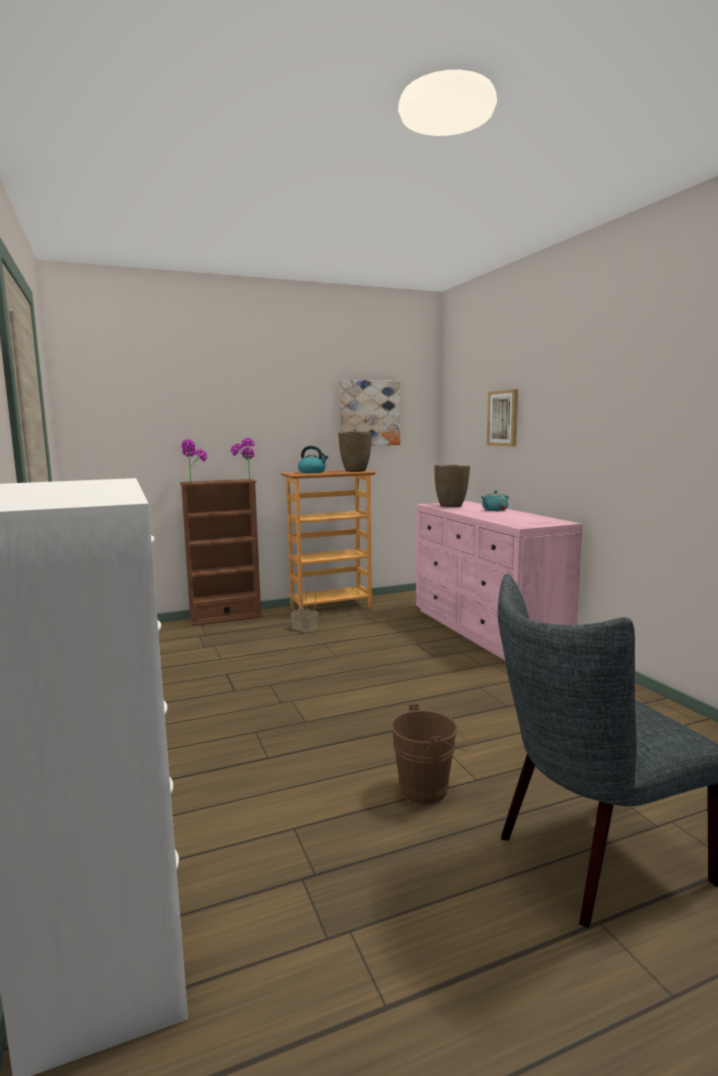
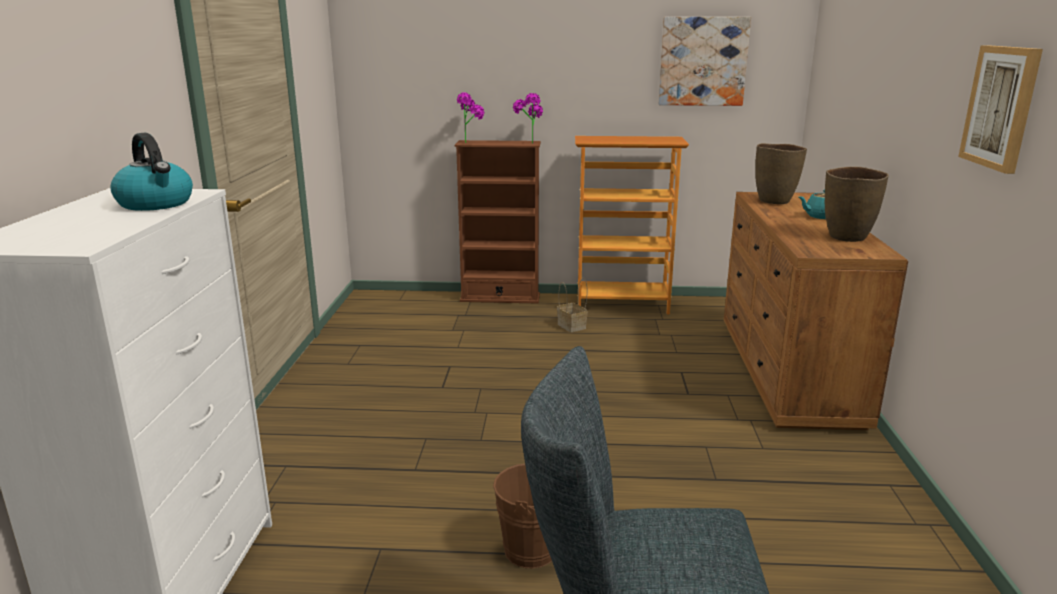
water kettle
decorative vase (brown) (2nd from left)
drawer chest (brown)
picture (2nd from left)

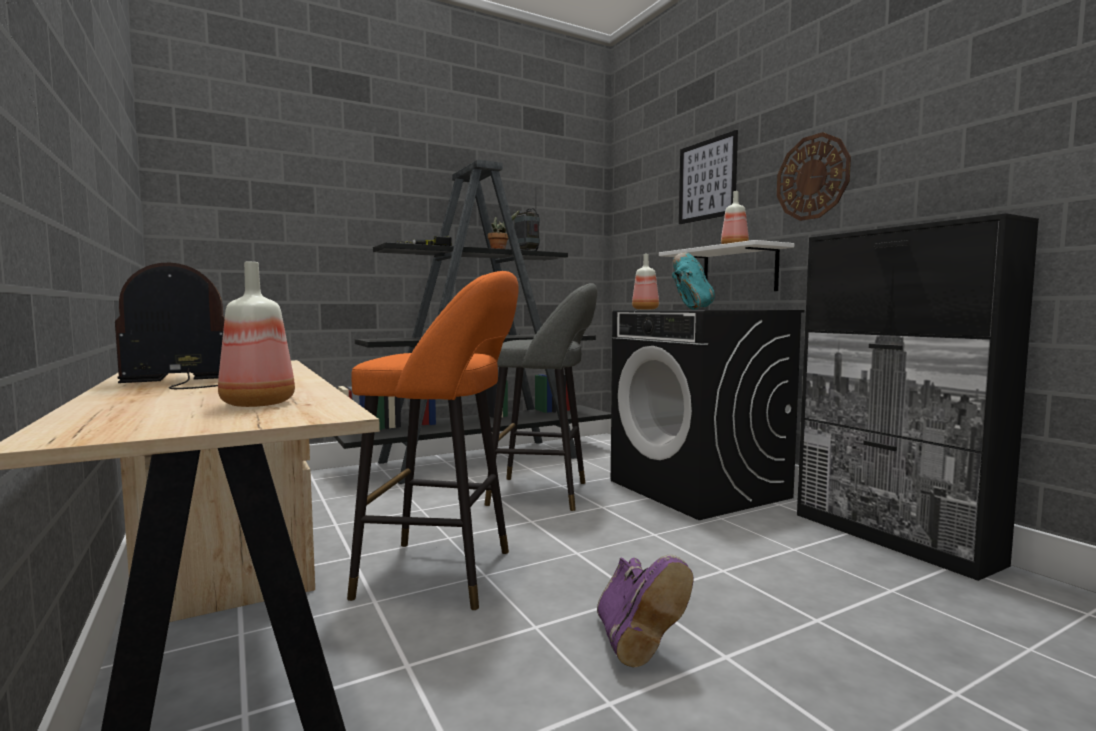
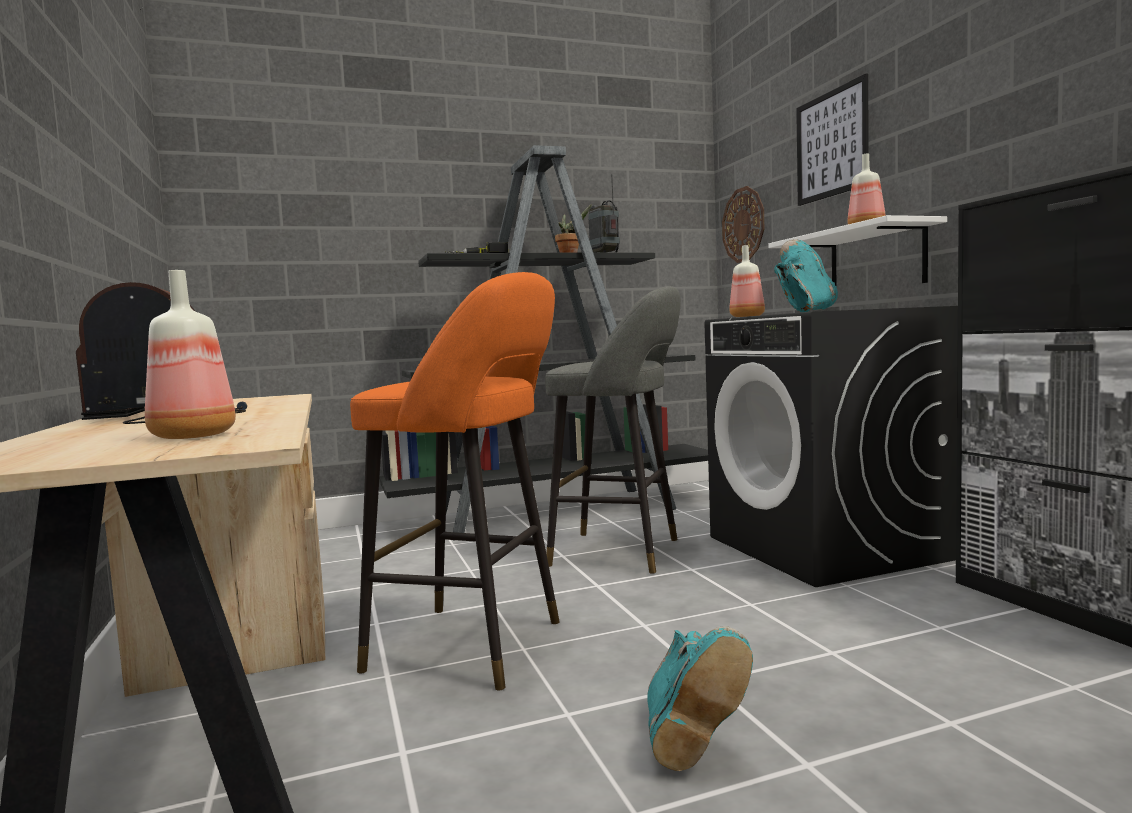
boot (blue-green) (1st from left)
wall clock

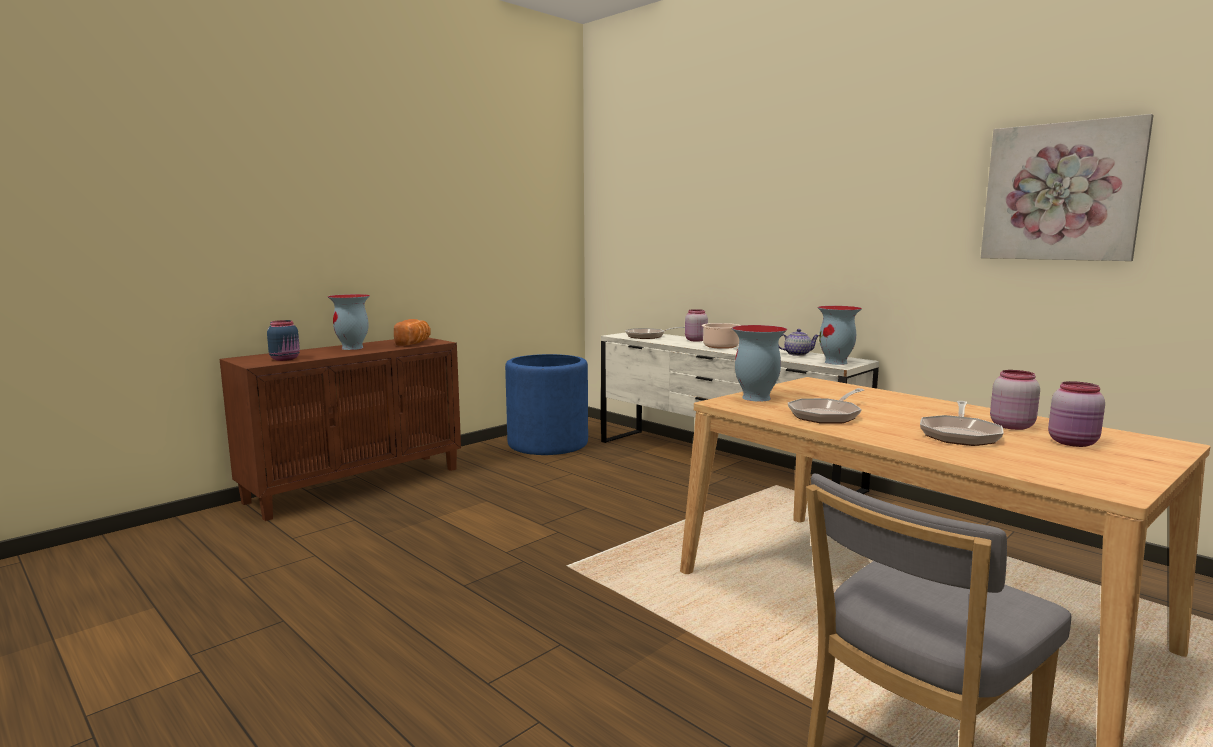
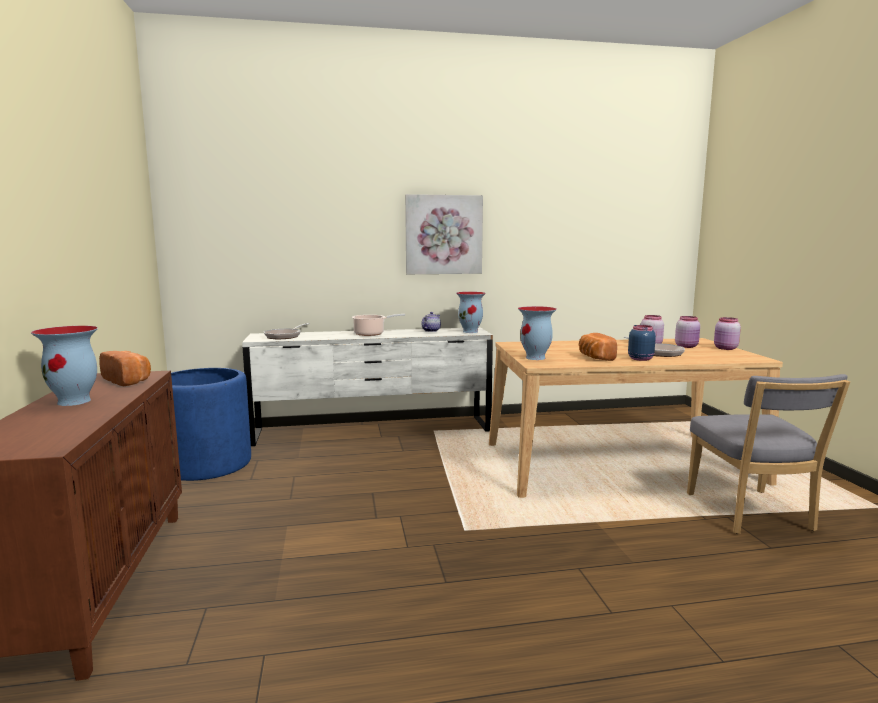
storage jar (blue)
storage jar (pink) (3rd from left)
bread (2nd from left)
picture

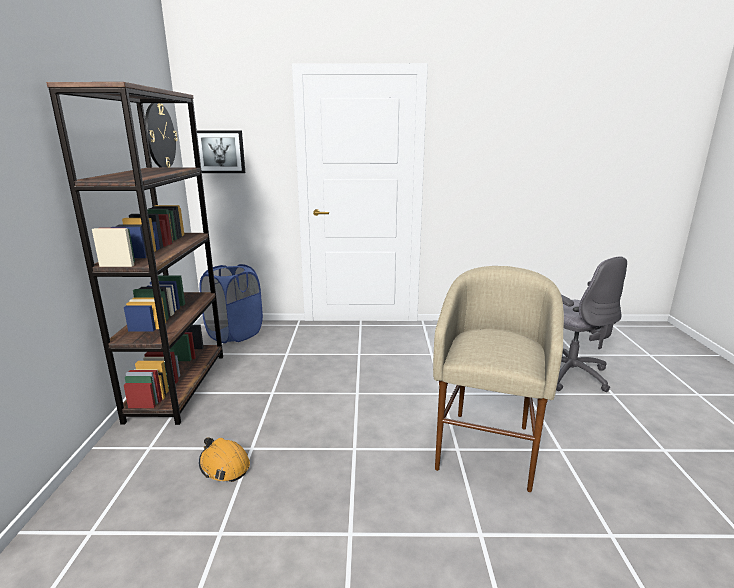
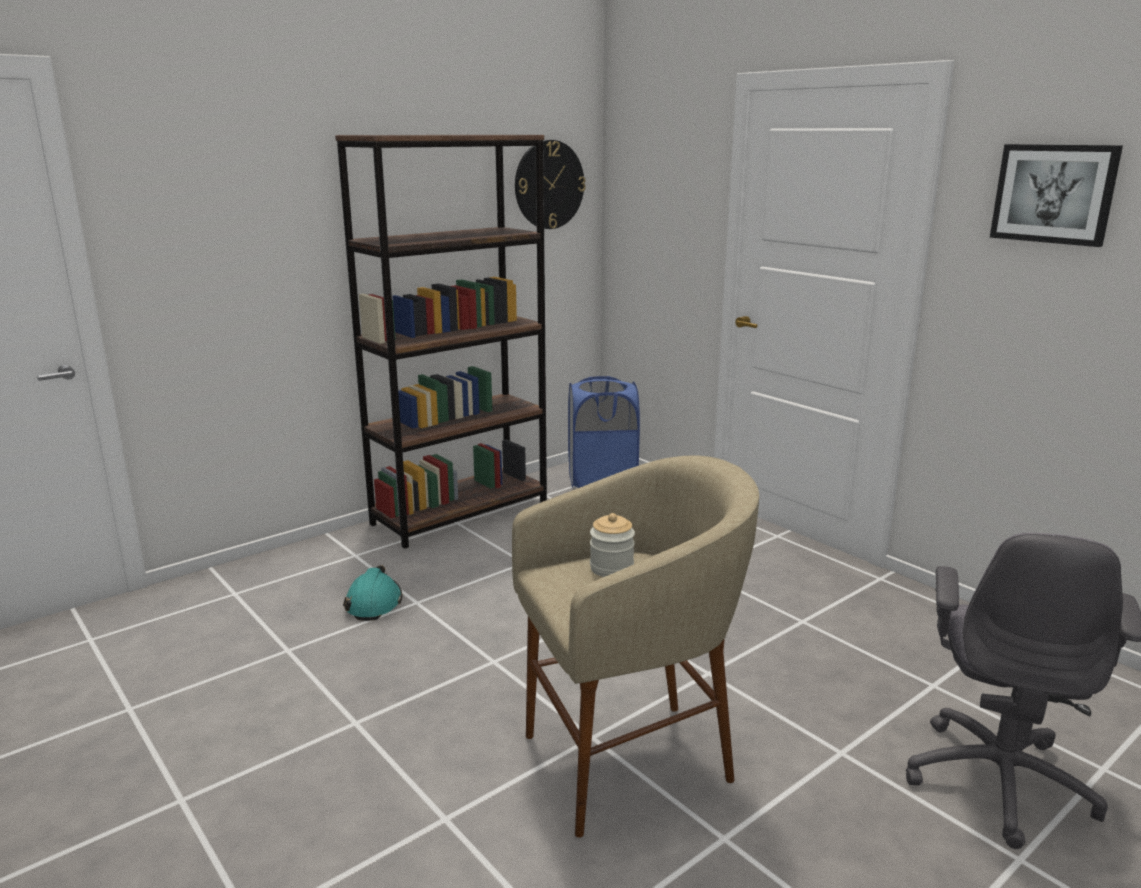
picture
hard hat (blue-green)
storage jar

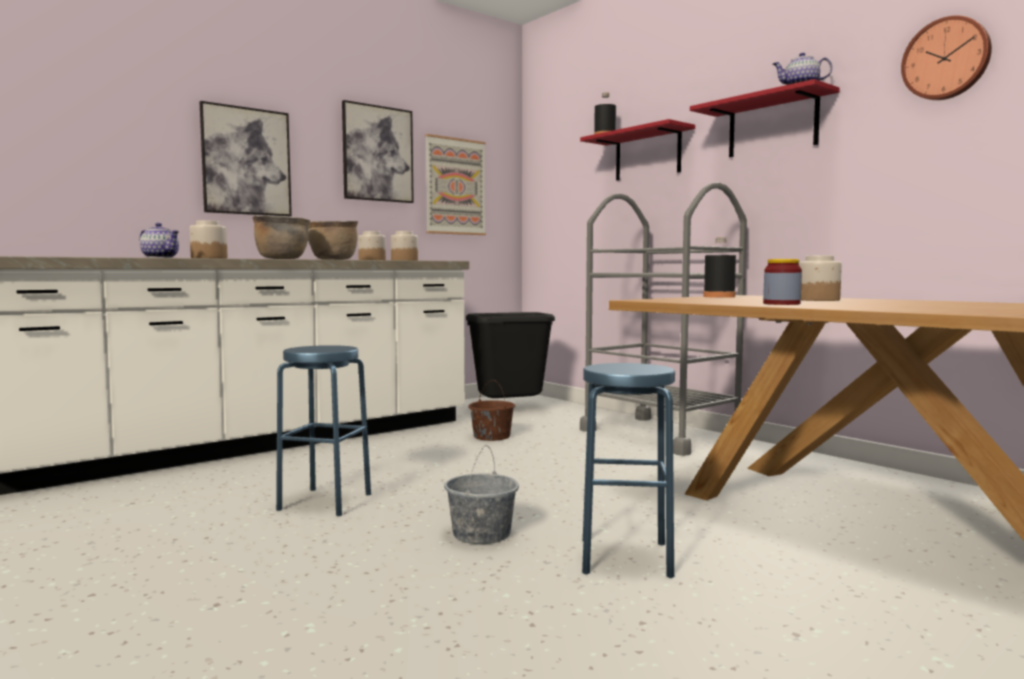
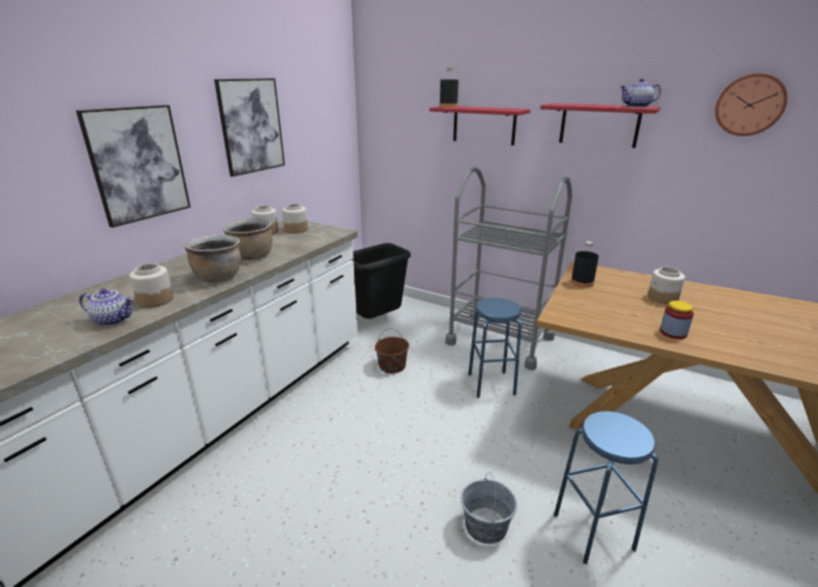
stool seat (blue) (1st from left)
picture (3rd from left in the first image)

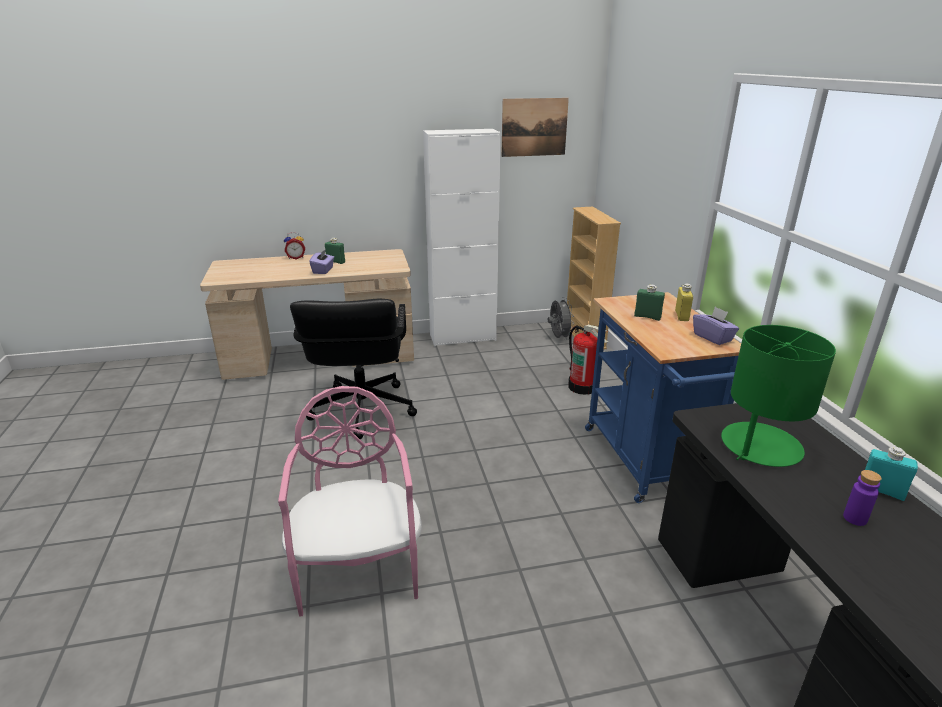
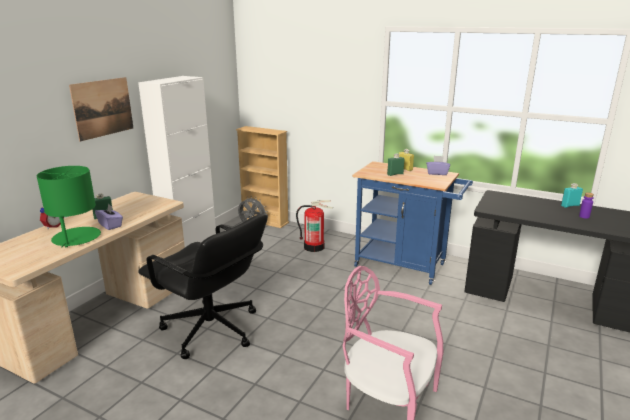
picture
lamp for a table (green)

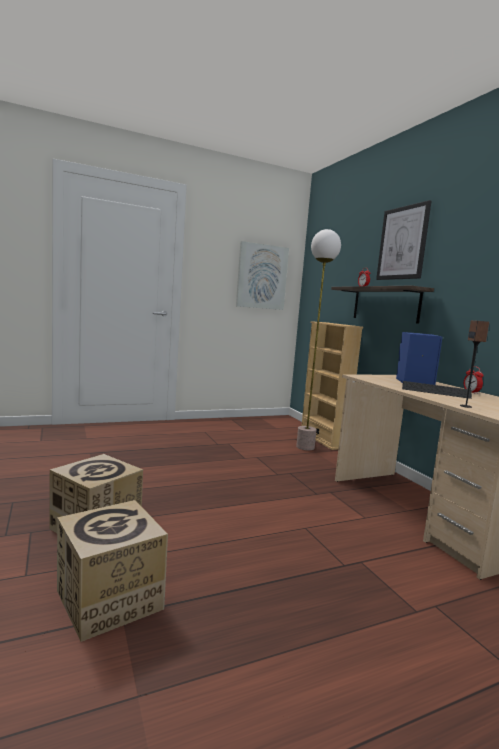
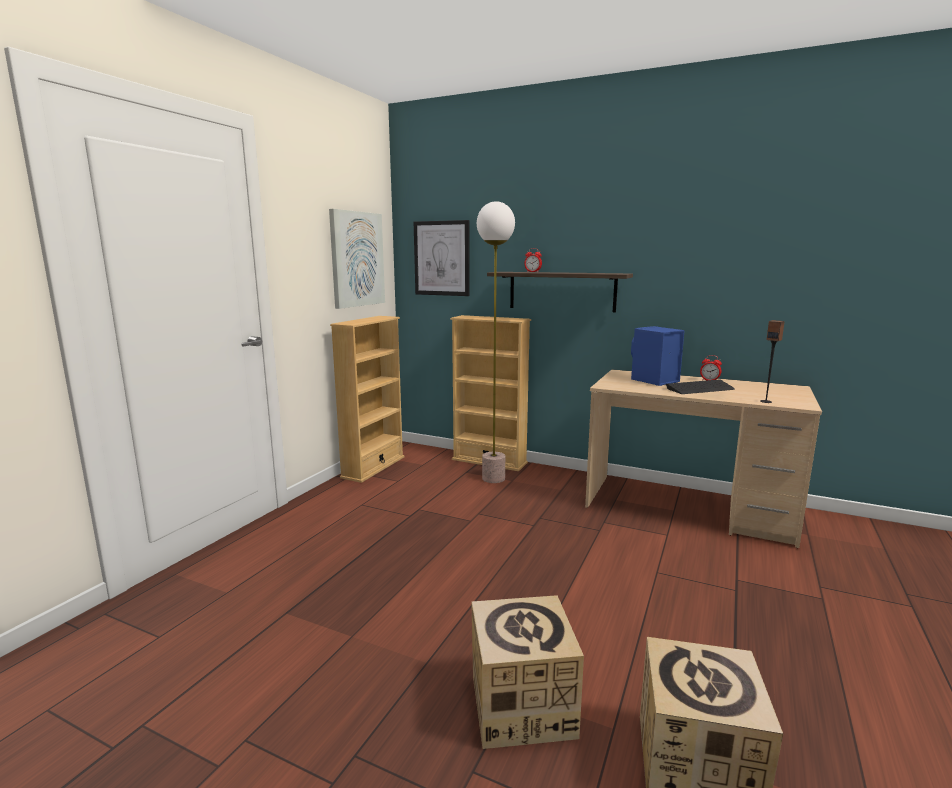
picture (2nd from left)
bookshelf (beige) (1st from left)

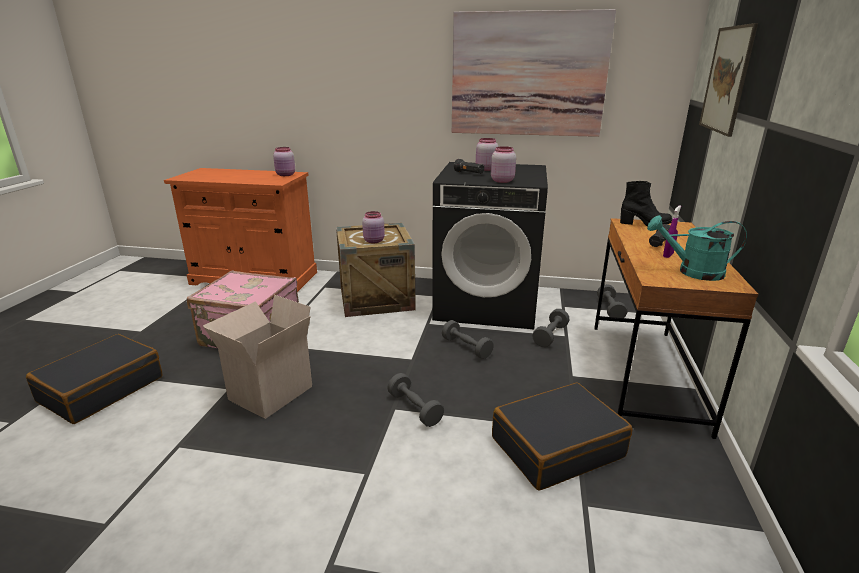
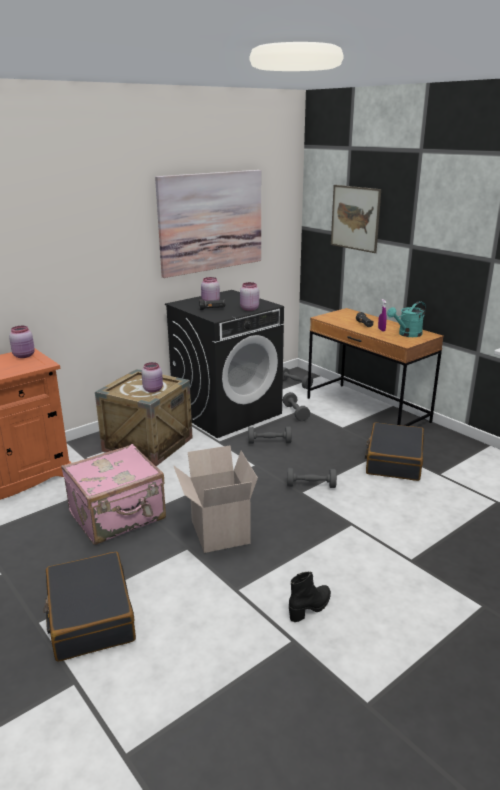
boot (black-coloured)

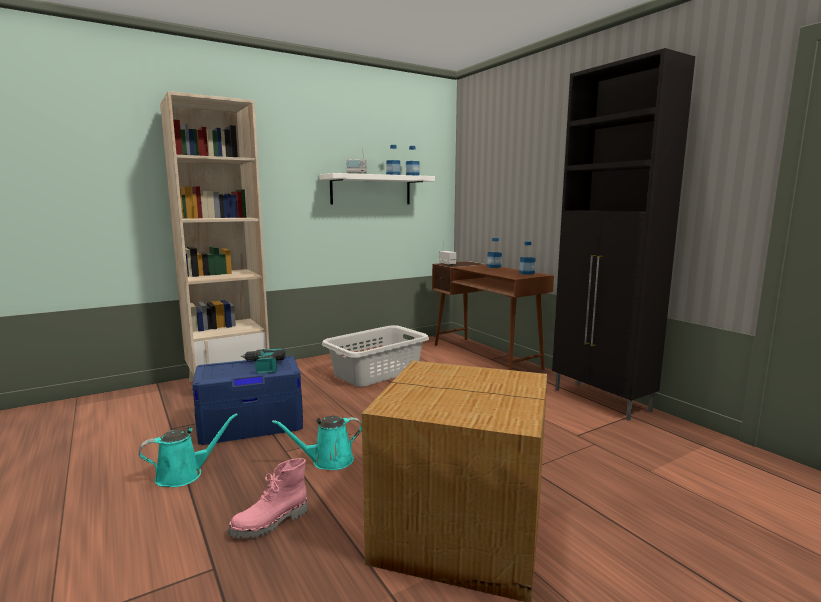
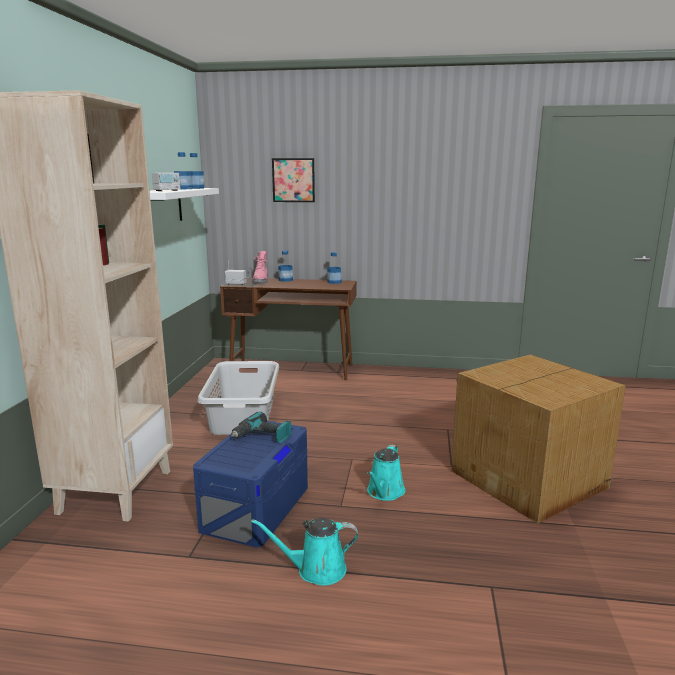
sprinkling can (blue-green) (1st from left)
boot (pink)
cabinet (black-coloured)
picture

